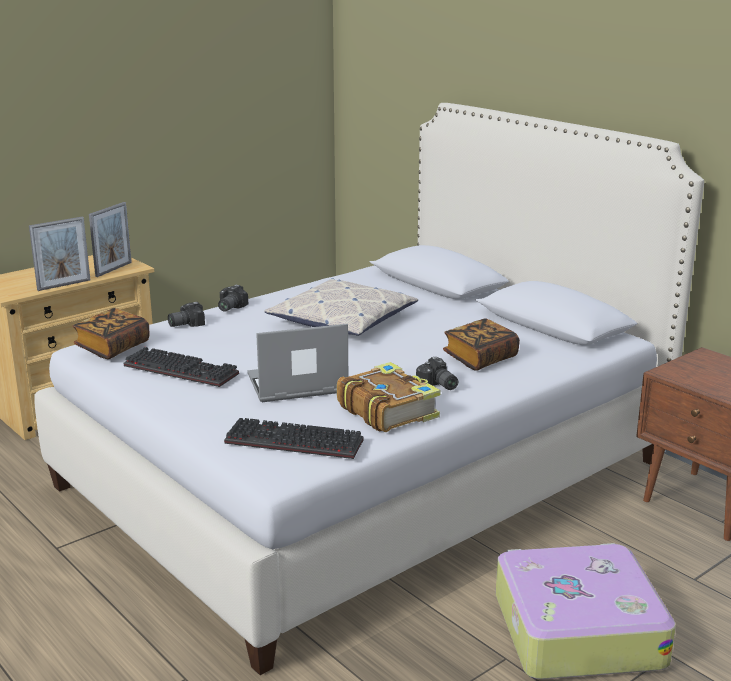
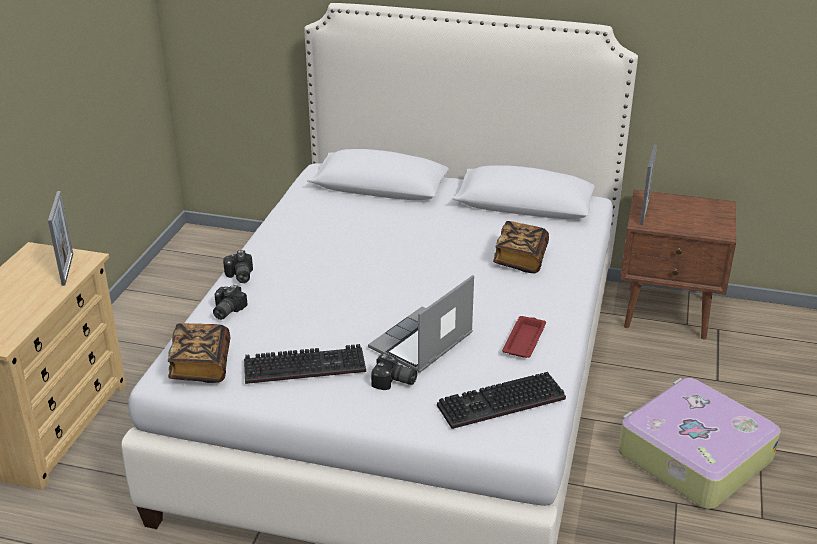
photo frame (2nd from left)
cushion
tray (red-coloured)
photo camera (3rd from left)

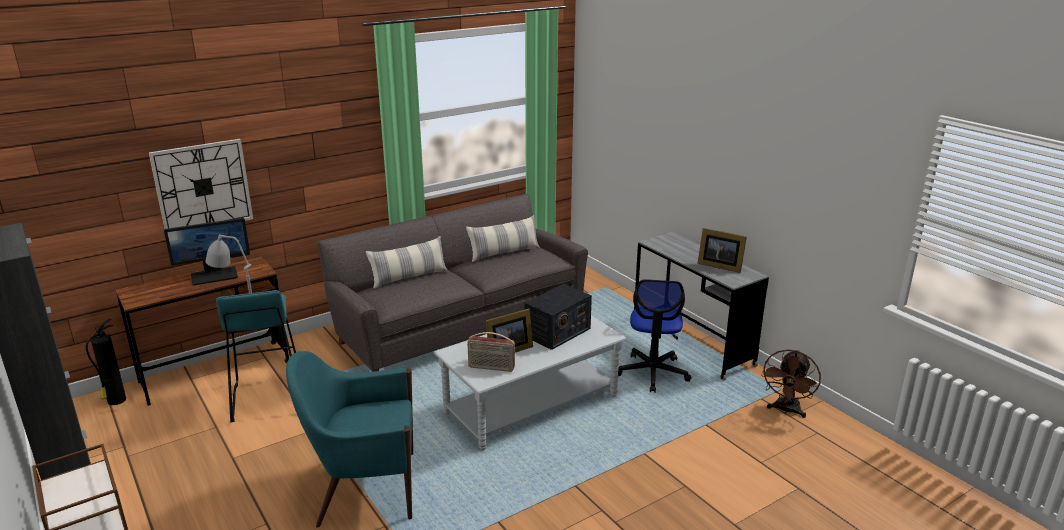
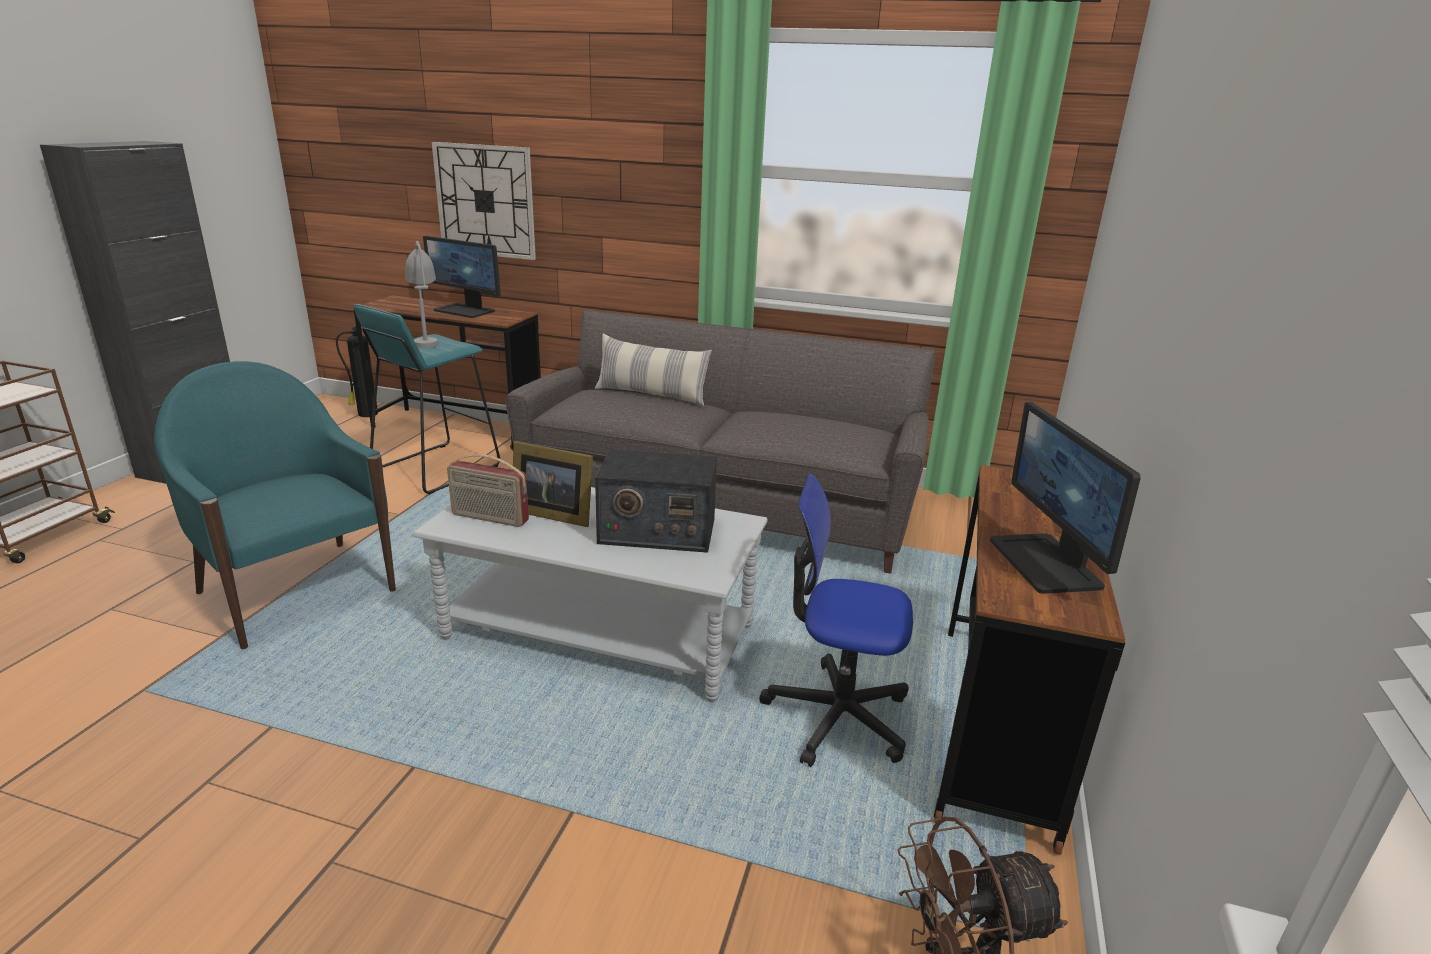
cushion (2nd from left in the first image)
radio (1st from left)
office chair
desk (brown) (2nd from left)
computer screen (2nd from left)

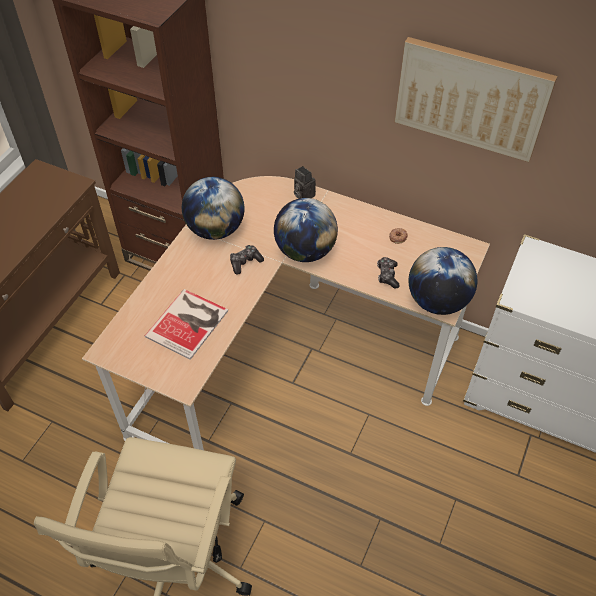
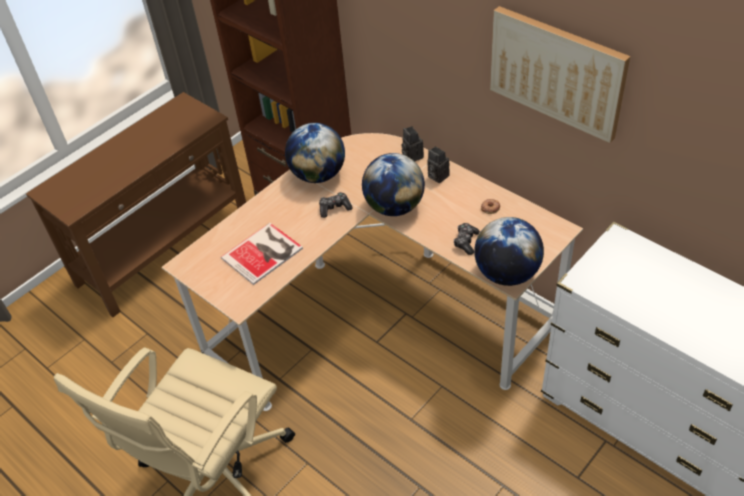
photo camera (2nd from left)

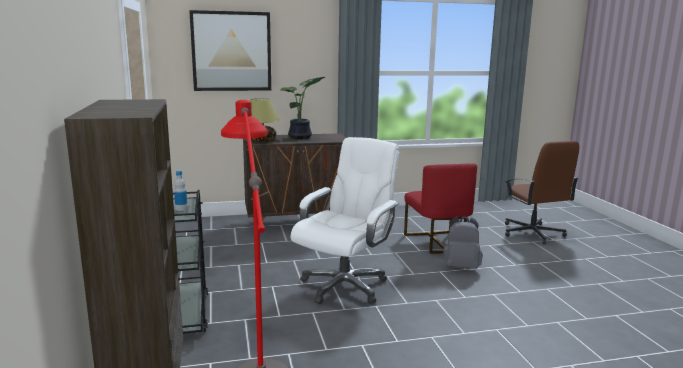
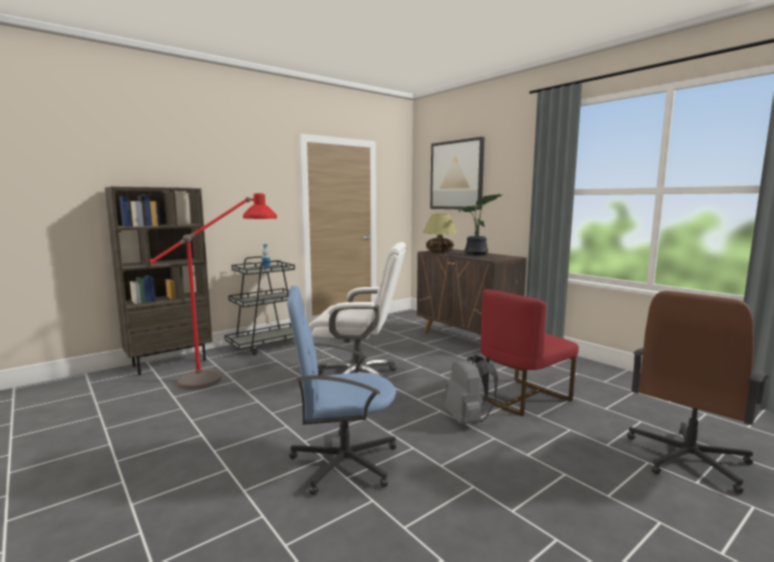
office chair (blue)

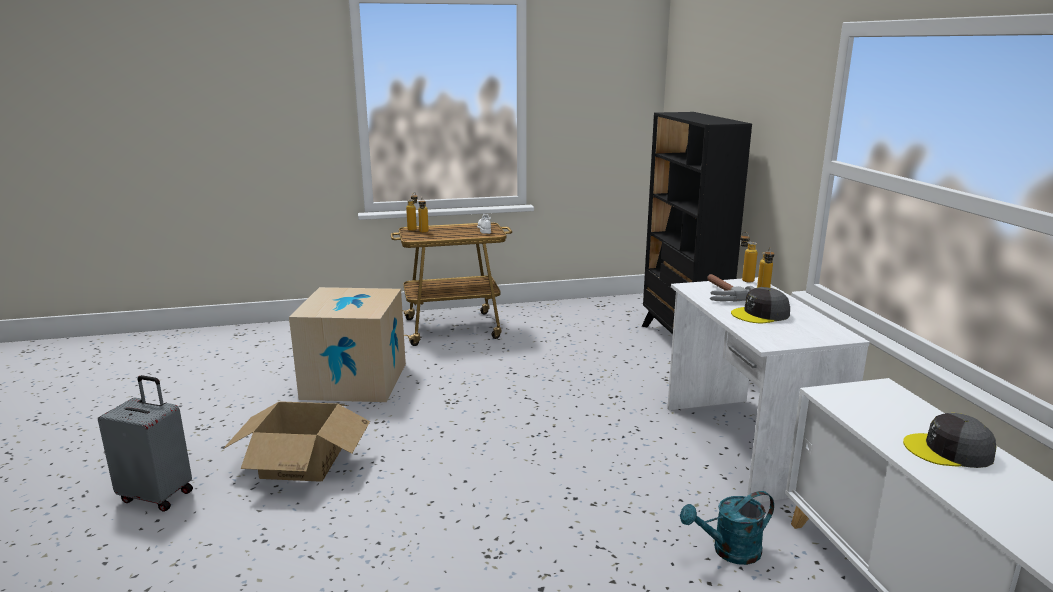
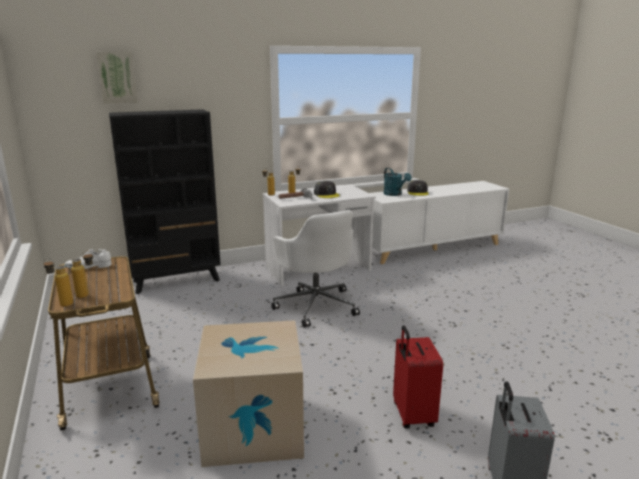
piece of luggage (red-coloured)
sprinkling can (blue-green)
picture
office chair (whitish)

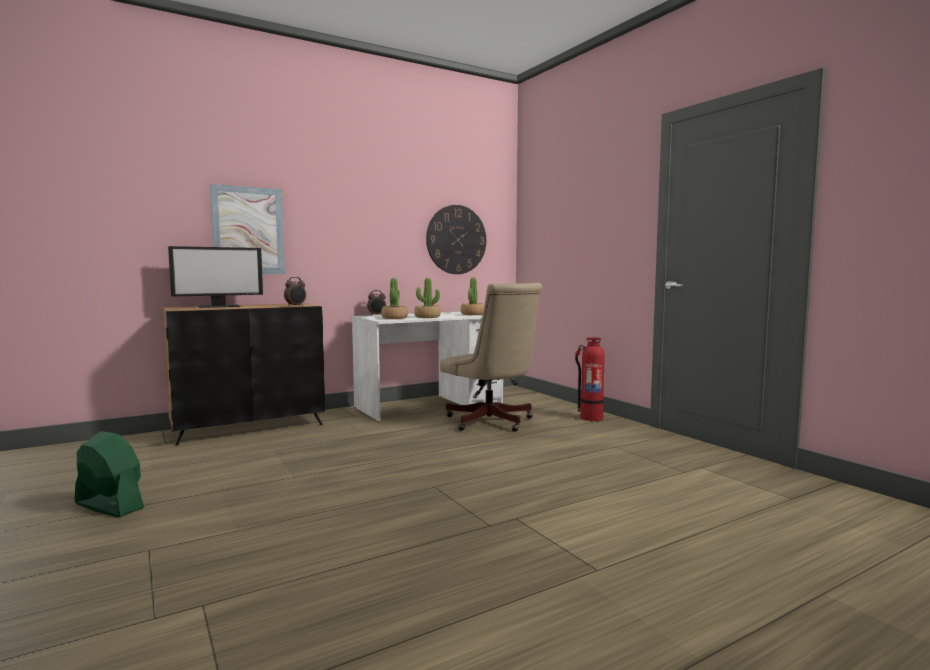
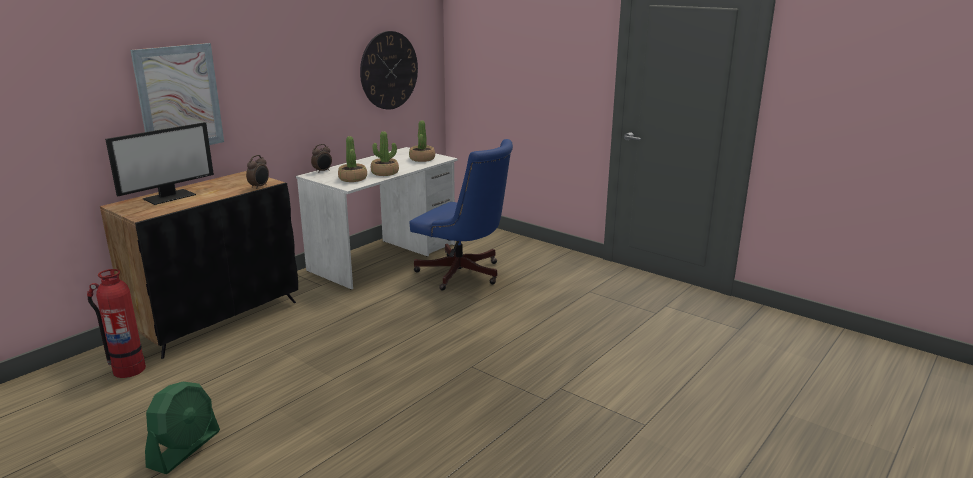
cooling fan (green)
office chair (blue)
fire extinguisher

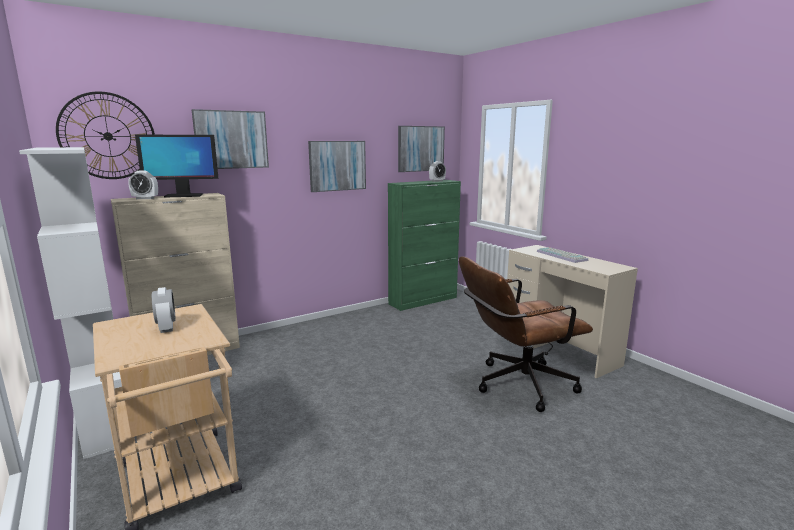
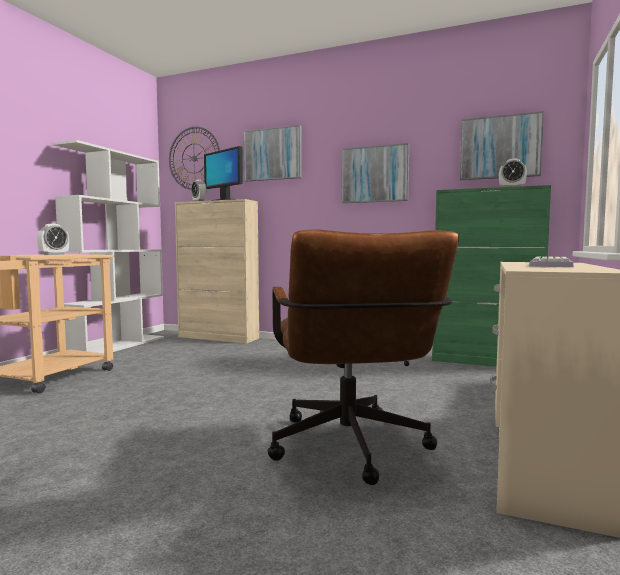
office chair (brown)

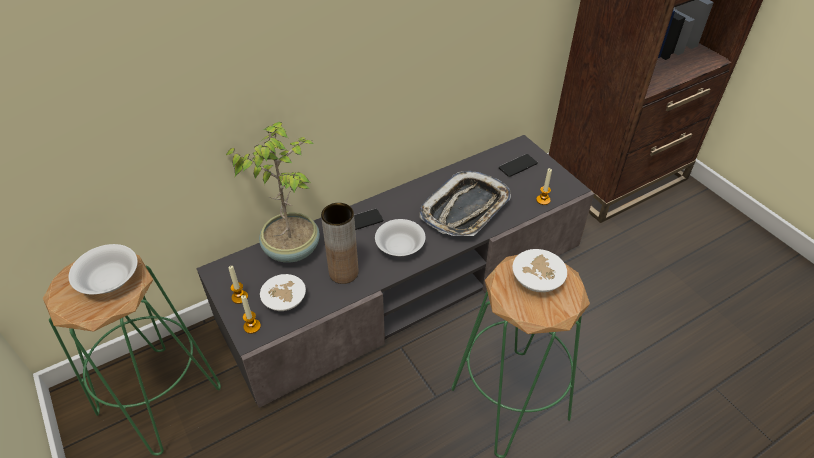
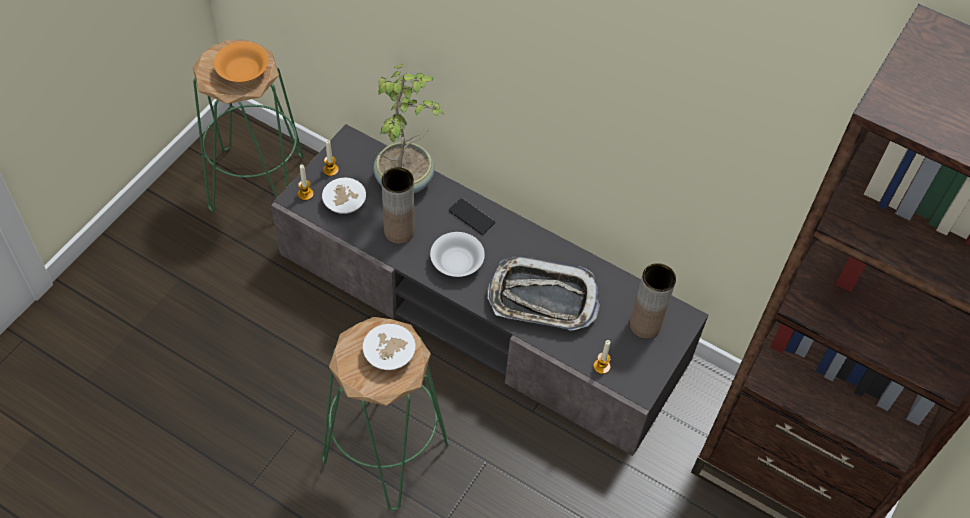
serving bowl (orangey)
decorative vase (brown) (2nd from left)

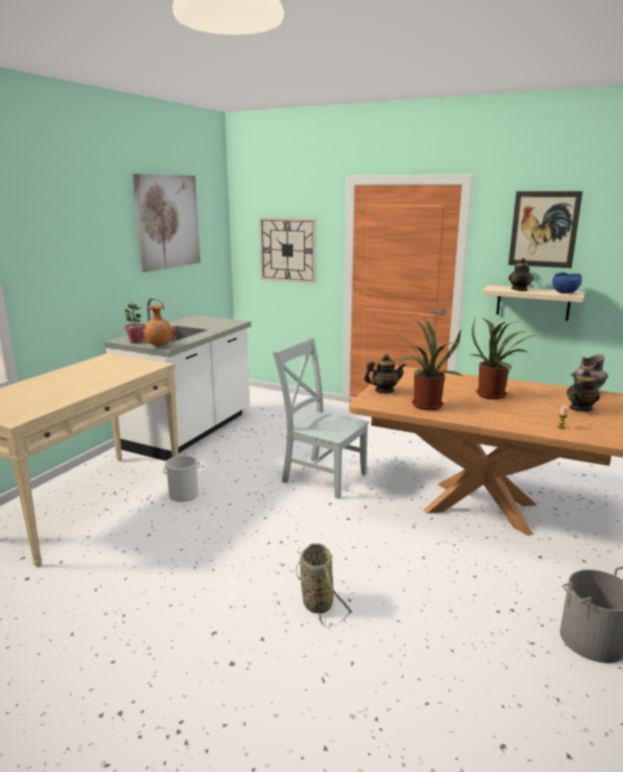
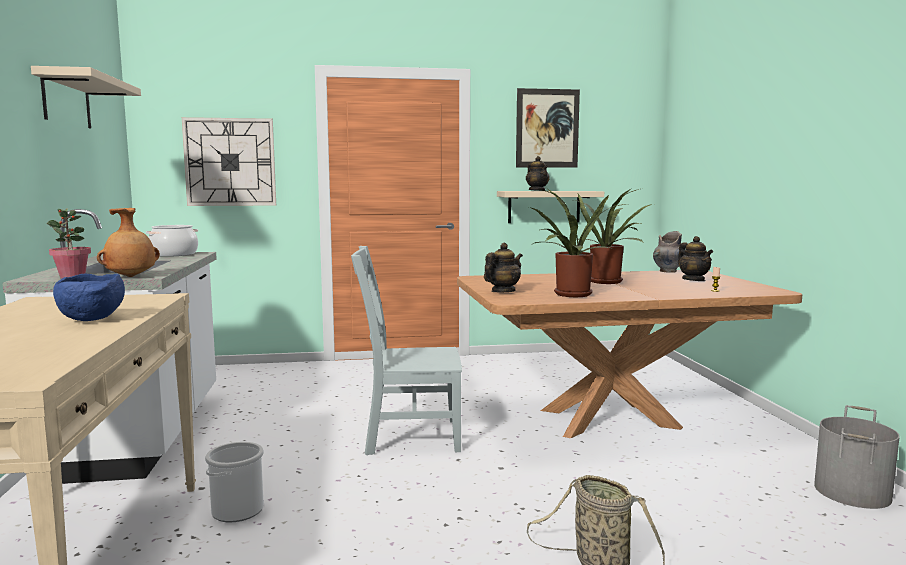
shelf (beige) (1st from left)
serving bowl (blue)
teapot (3rd from left)
saucepot

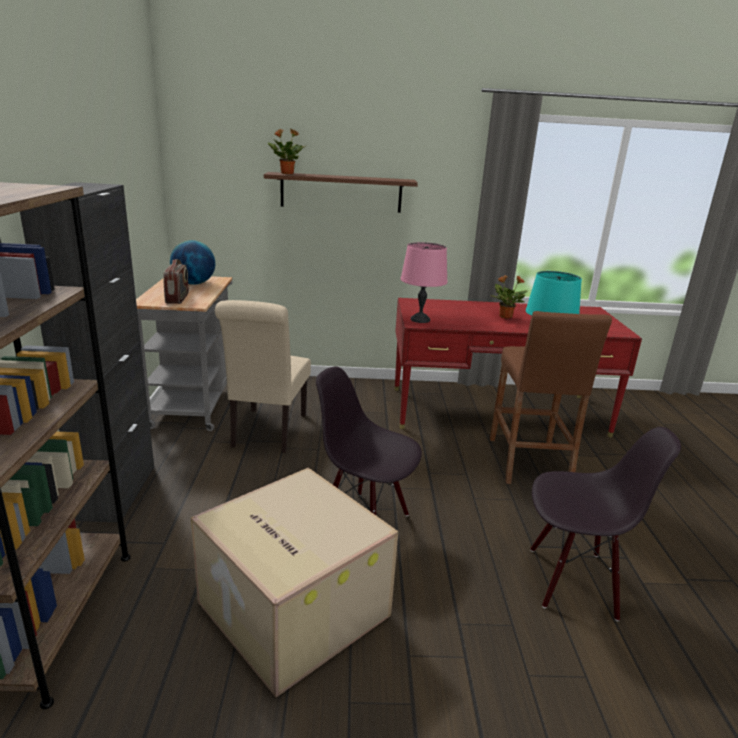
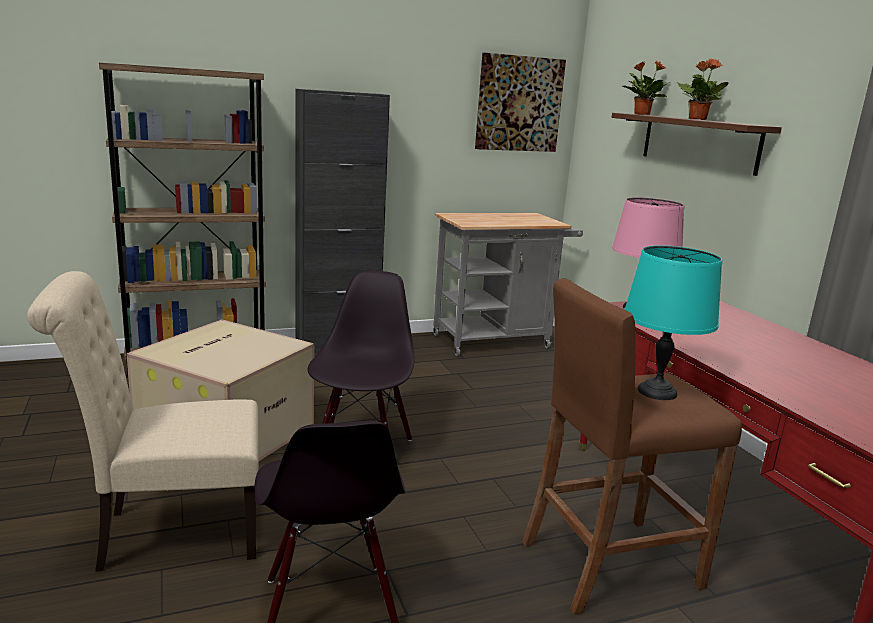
radio
globe
upright chair (beige)
potted plant (2nd from left)
picture

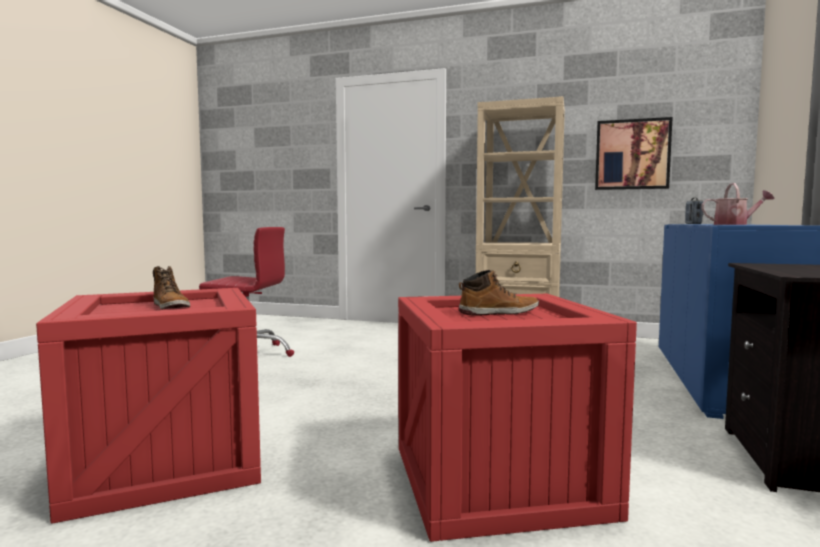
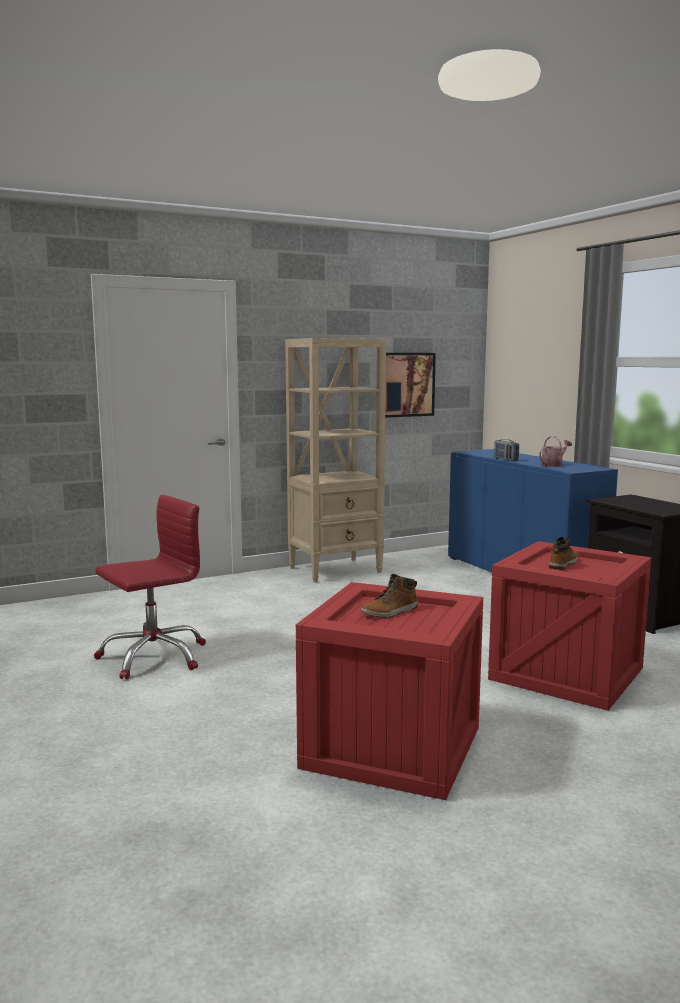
boot (1st from left)

